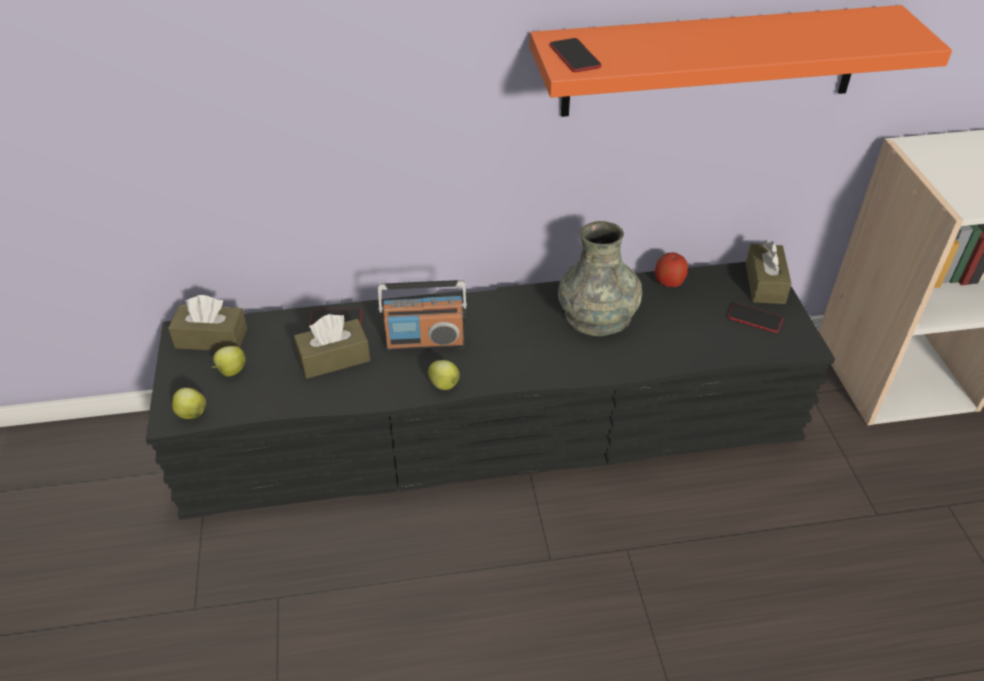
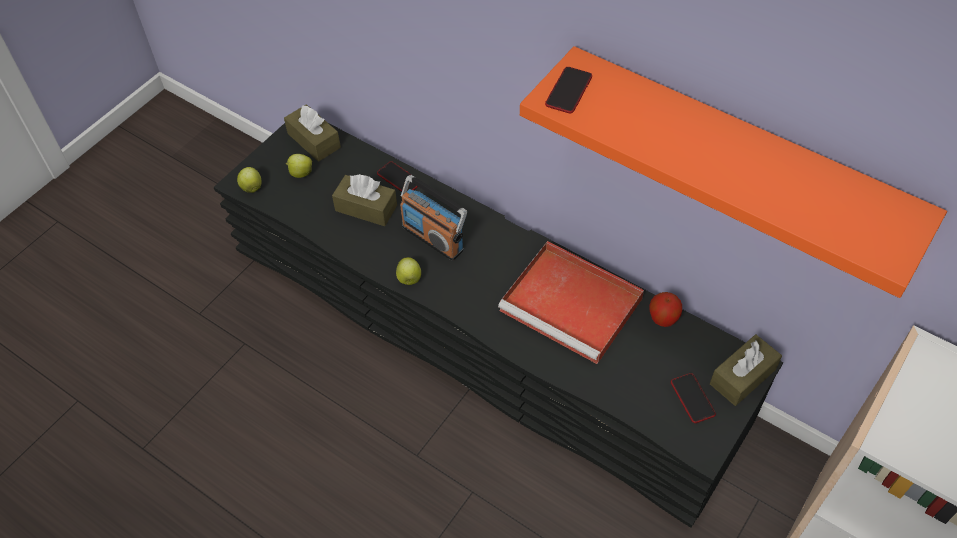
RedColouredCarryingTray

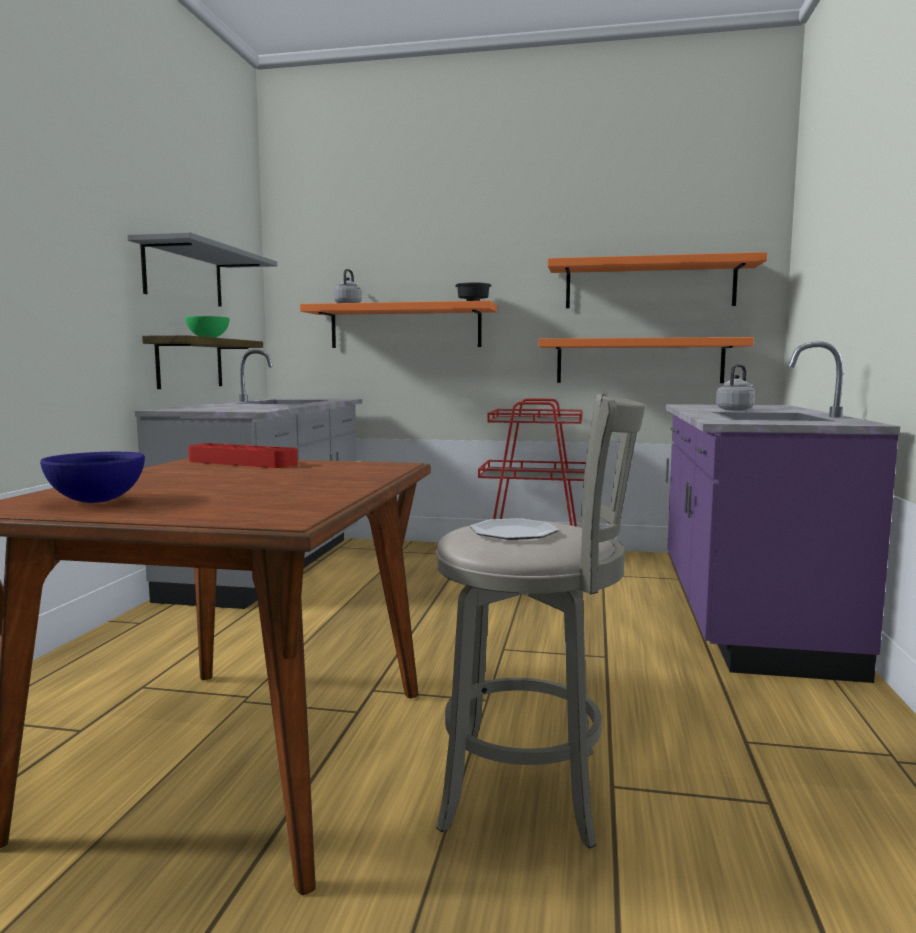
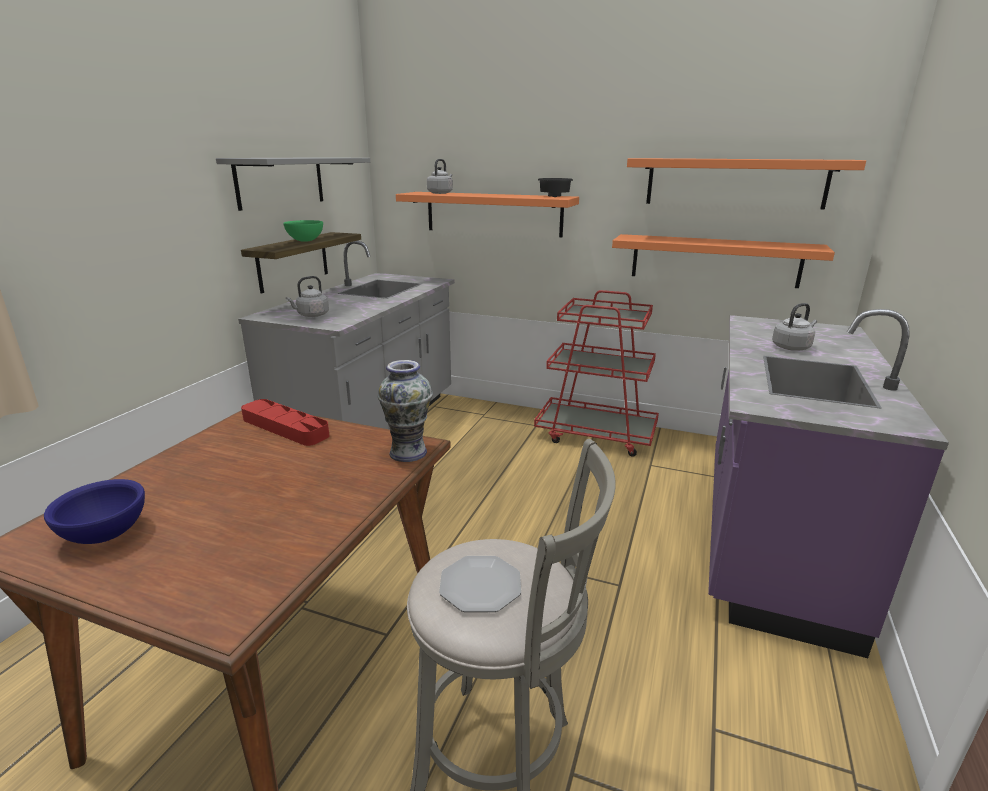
GreyishWaterKettle (1st from left); DecorativeVase

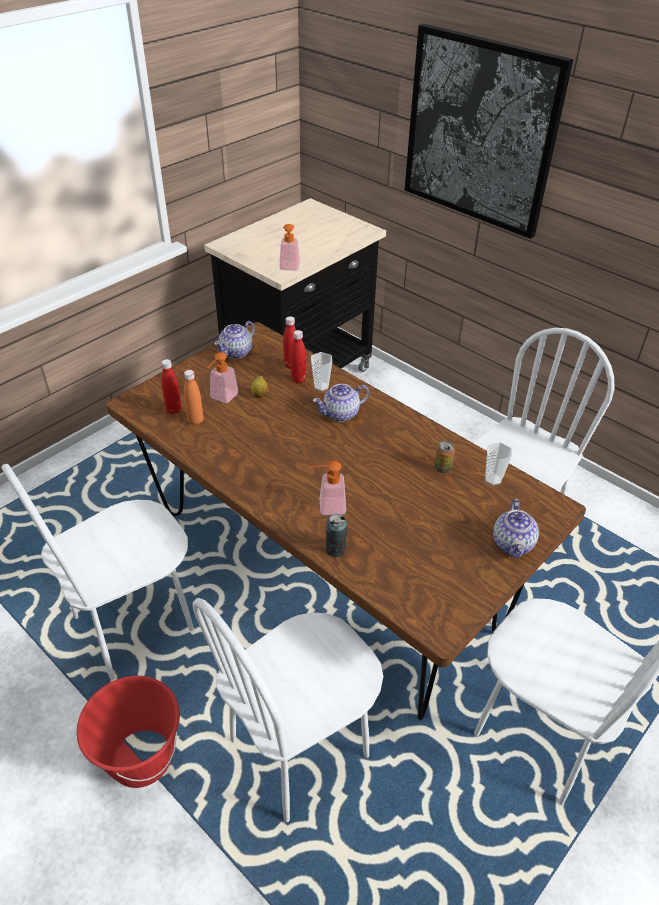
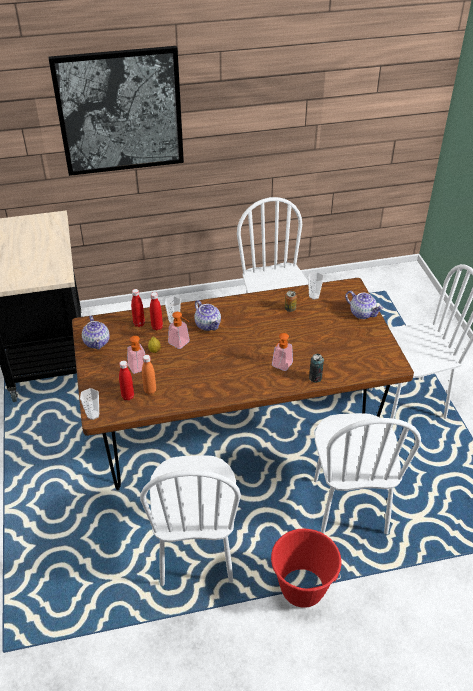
Cup (1st from left); SoapBottle (2nd from left); Teapot (2nd from left)

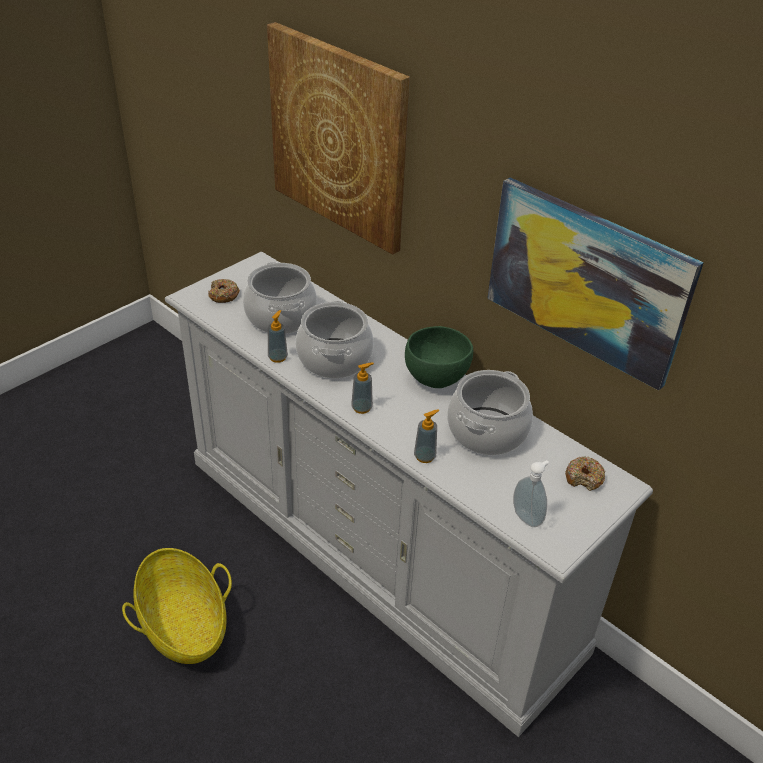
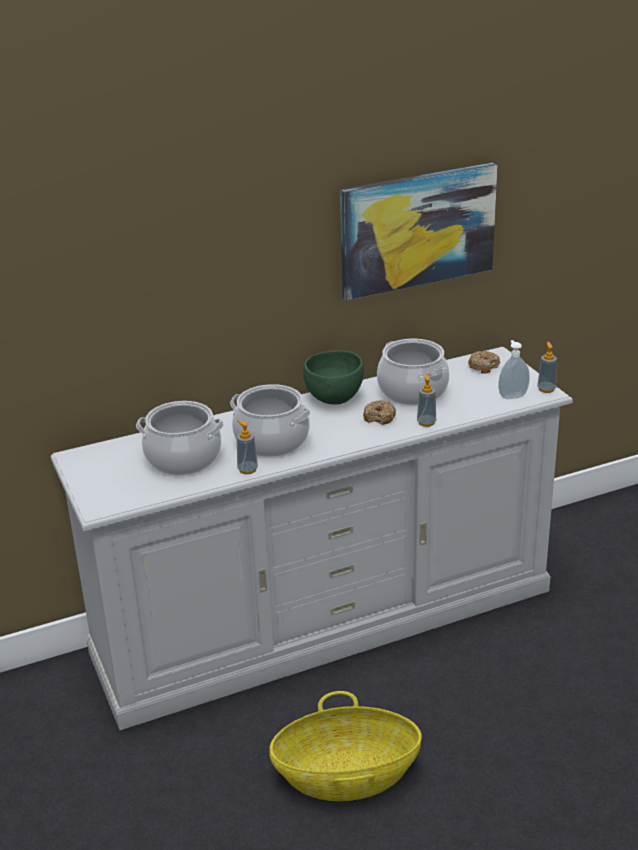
RingDoughnut (1st from left); SoapBottle (4th from left); WallArt (1st from left in the first image)

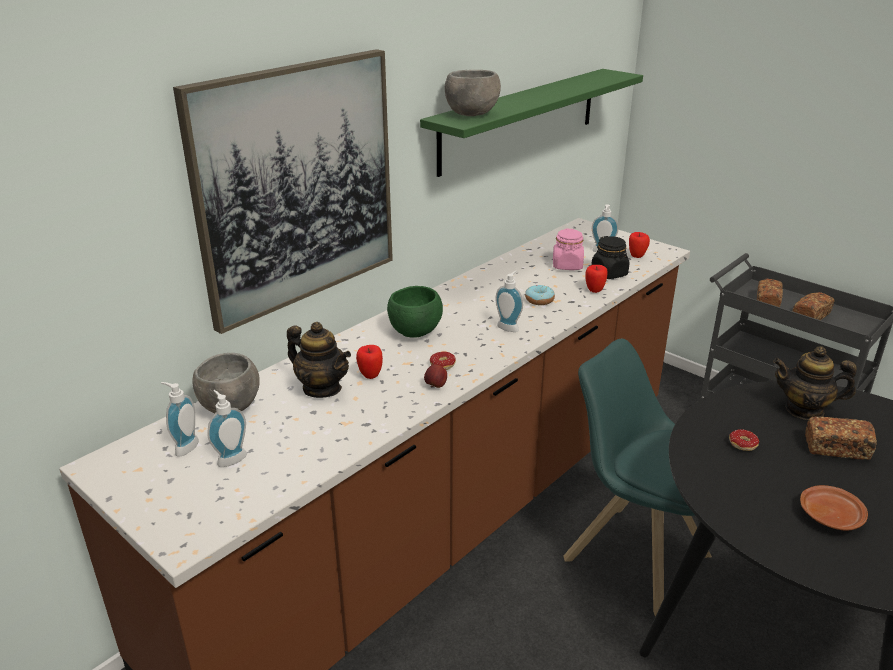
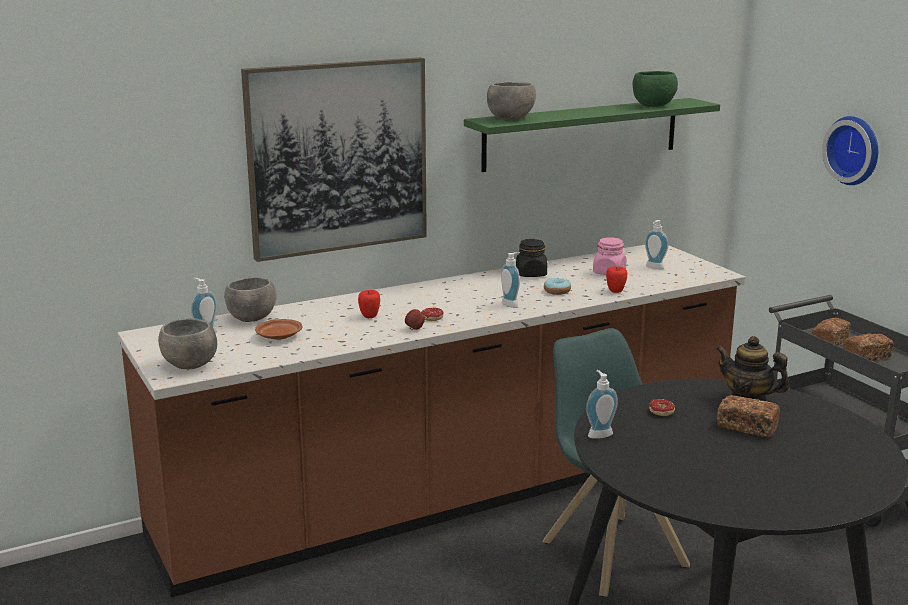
GreyishServingBowl (1st from left); BrownishDinnerPlate; BlackishStorageJar; SoapBottle (3rd from left); GreenColouredServingBowl; ClockOnTheWall; Teapot (1st from left in the first image); Apple (4th from left in the first image)

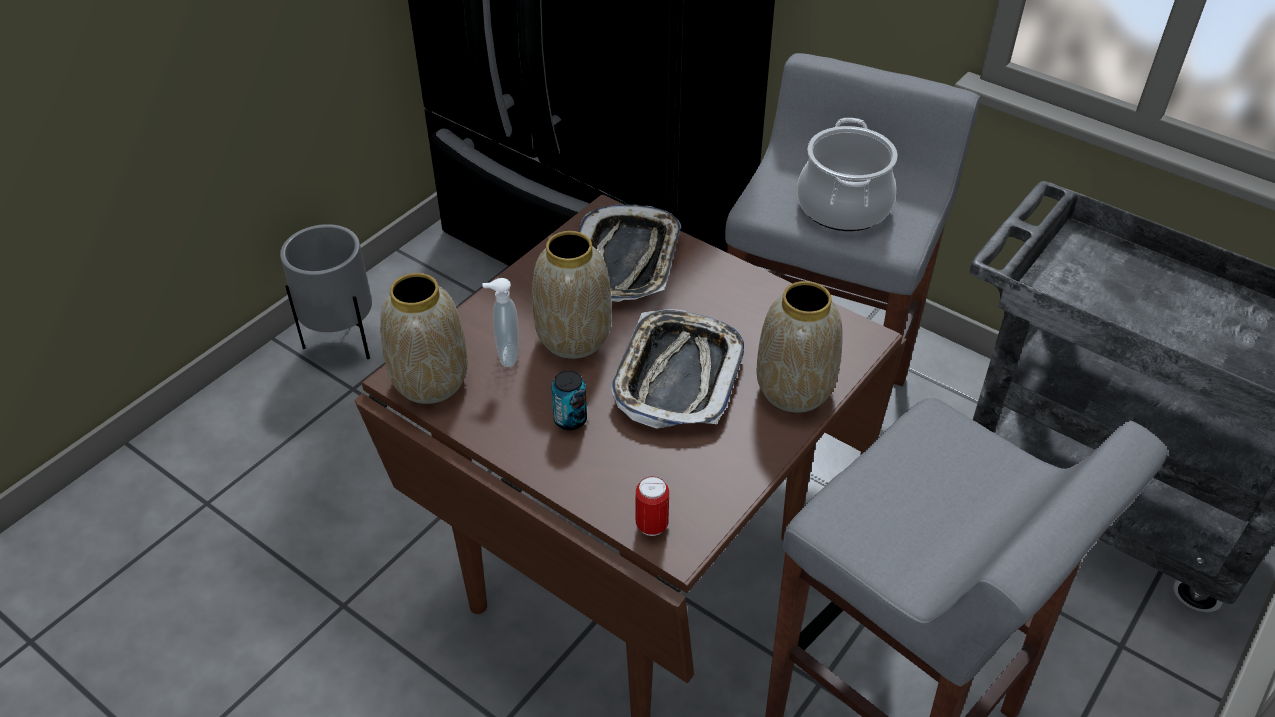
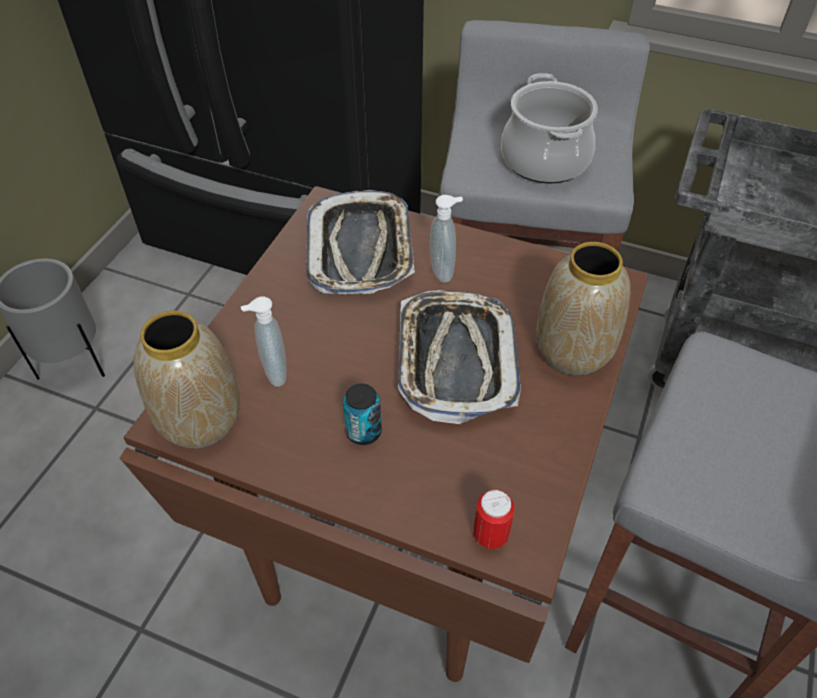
SoapBottle (2nd from left); DecorativeVase (2nd from left in the first image)

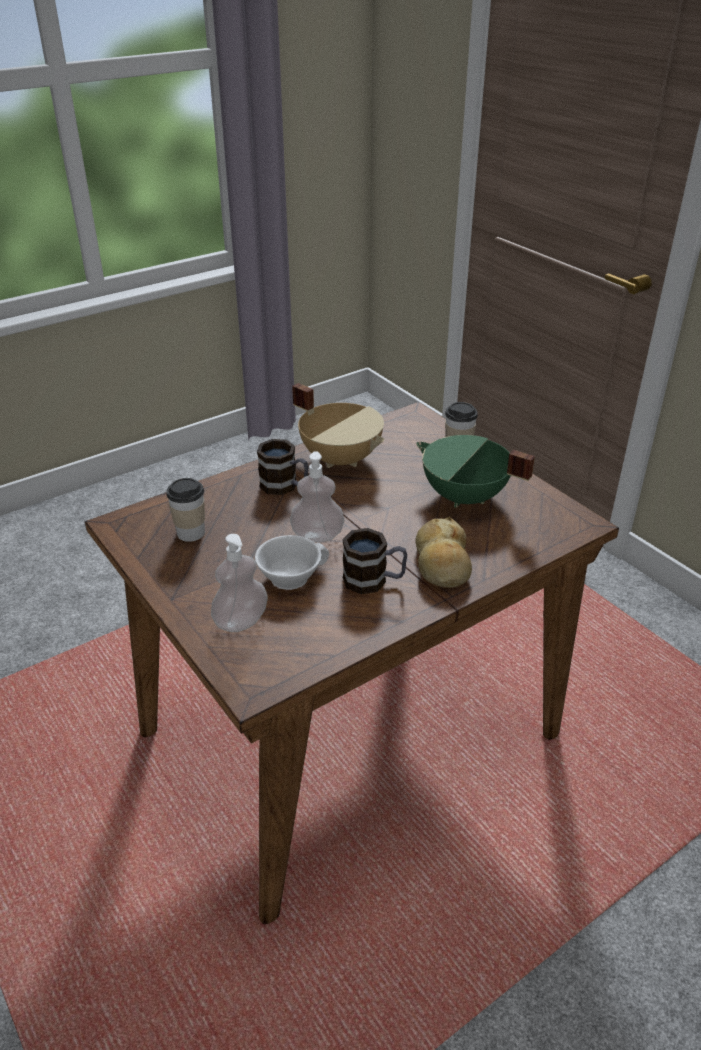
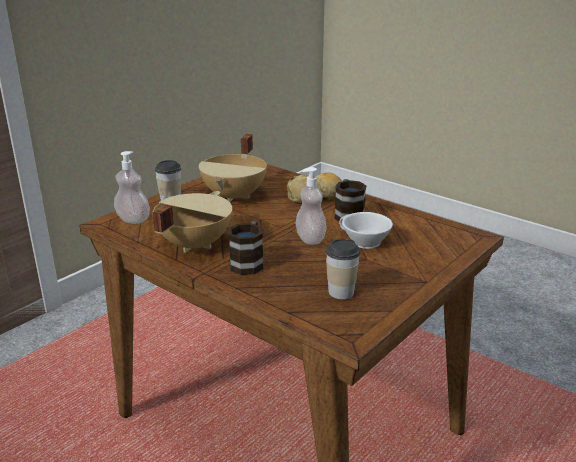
SoapBottle (1st from left); BeigeStockpot (2nd from left)

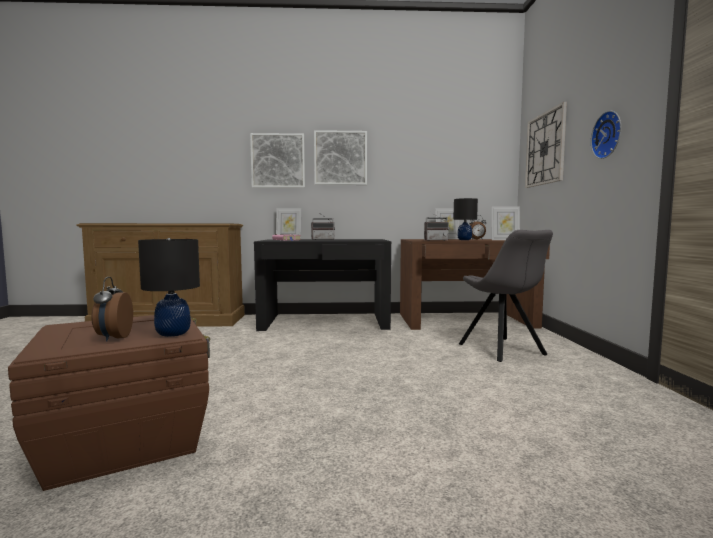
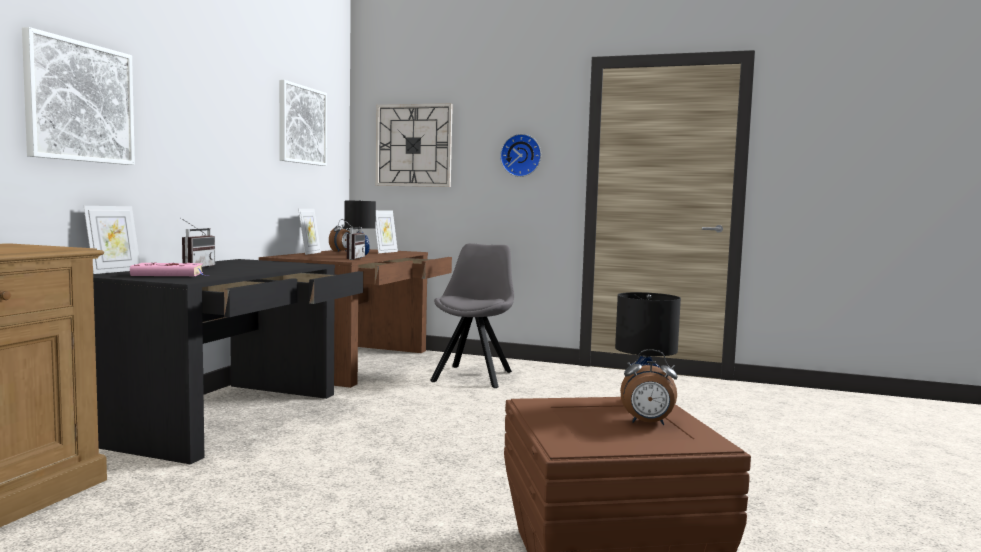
WallArt (2nd from left); GreyishUprightChair

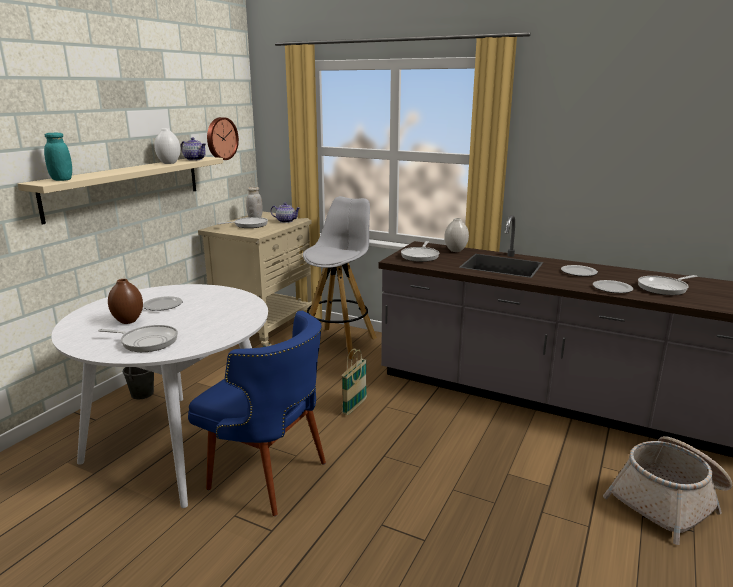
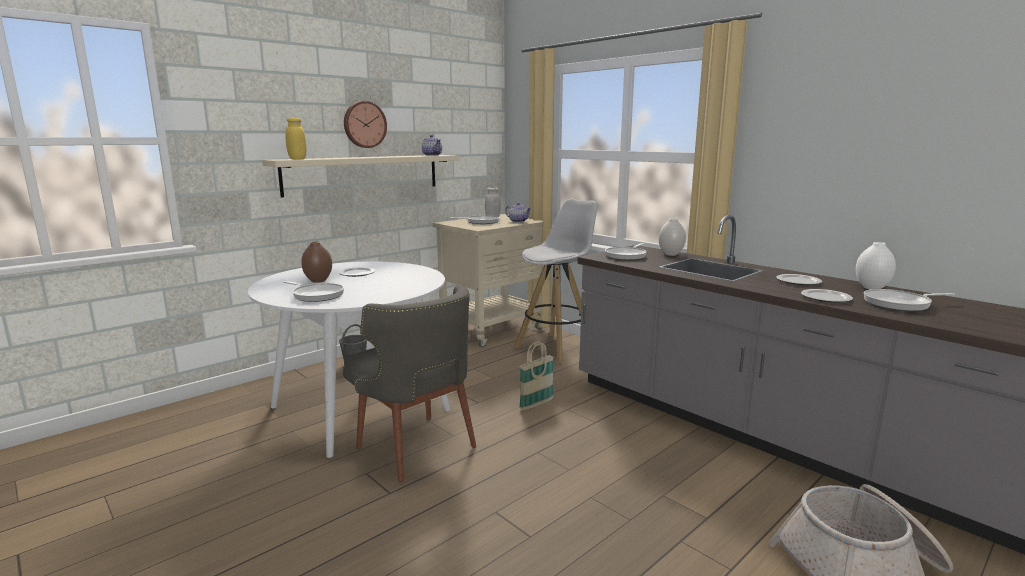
YellowColouredStorageJar; GreyishUprightChair; ClockOnTheWall; WhiteDecorativeVase (2nd from left)

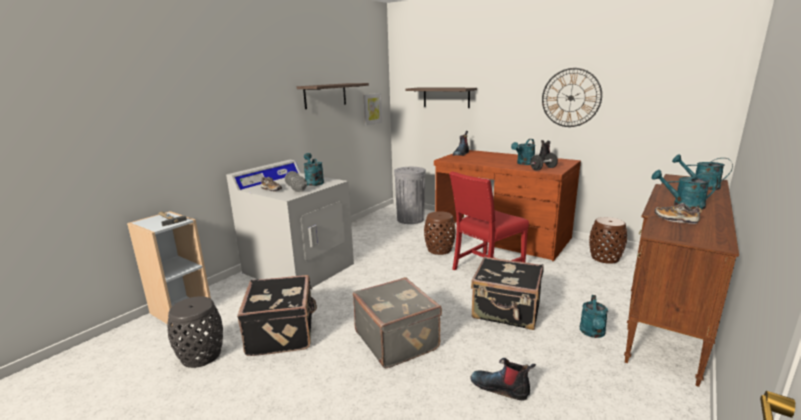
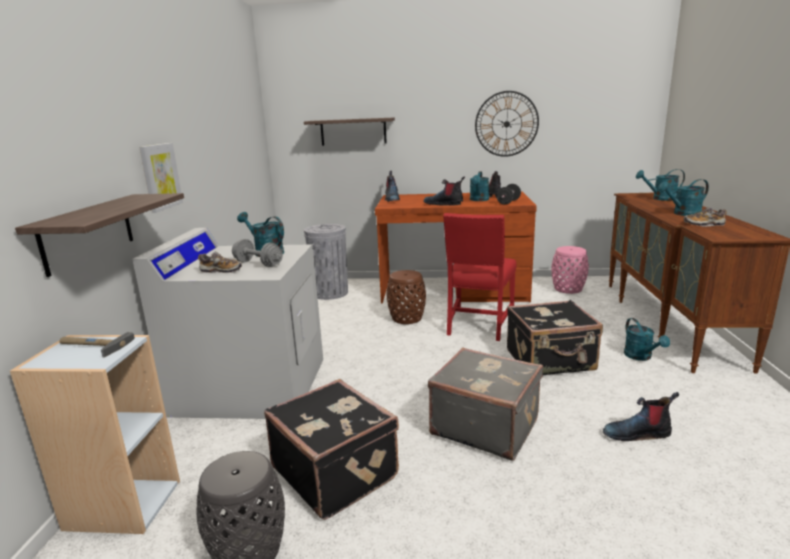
WallShelf (1st from left); WallArt; HighTopBoot (2nd from left); PinkStool

